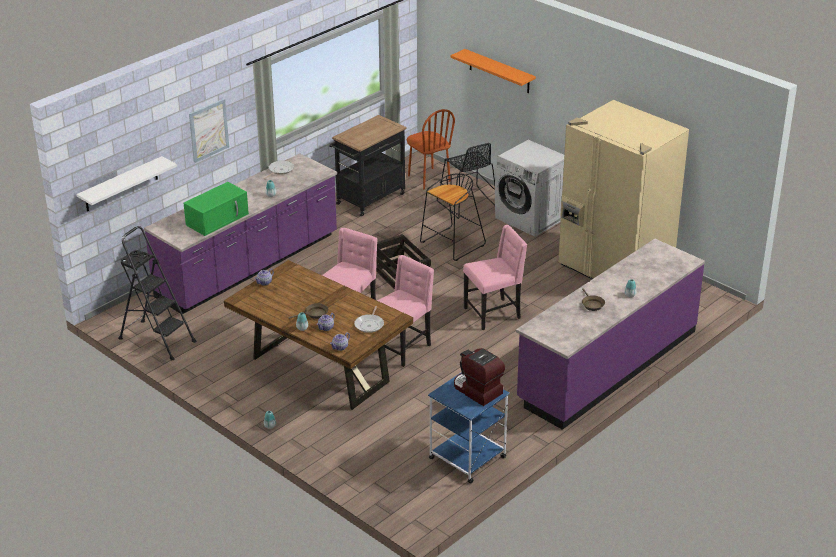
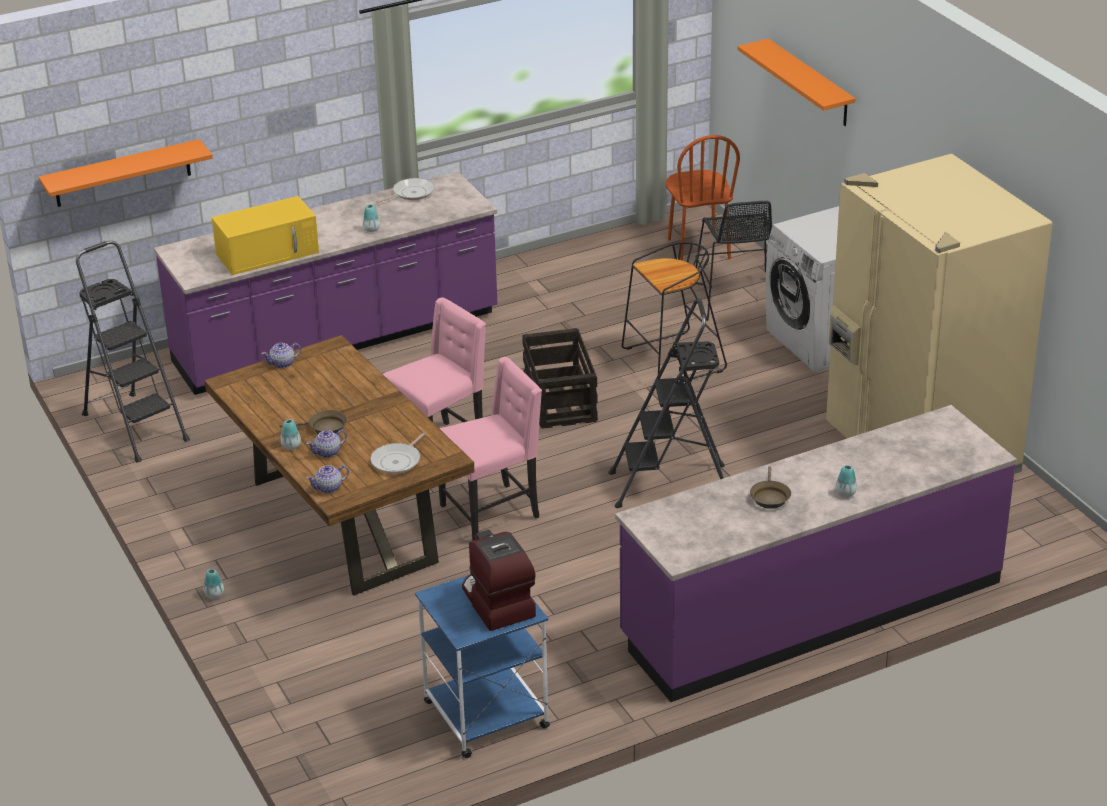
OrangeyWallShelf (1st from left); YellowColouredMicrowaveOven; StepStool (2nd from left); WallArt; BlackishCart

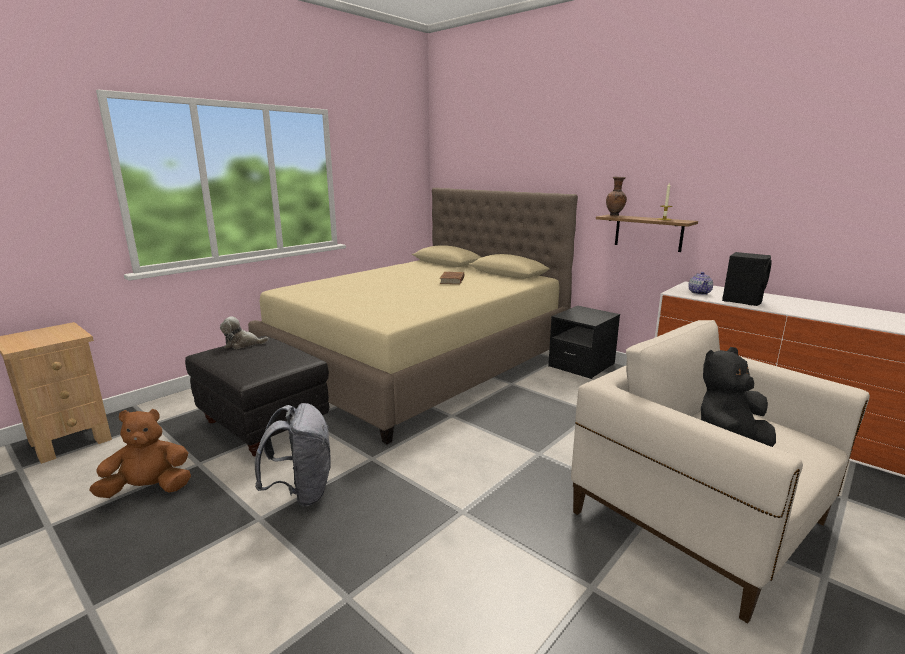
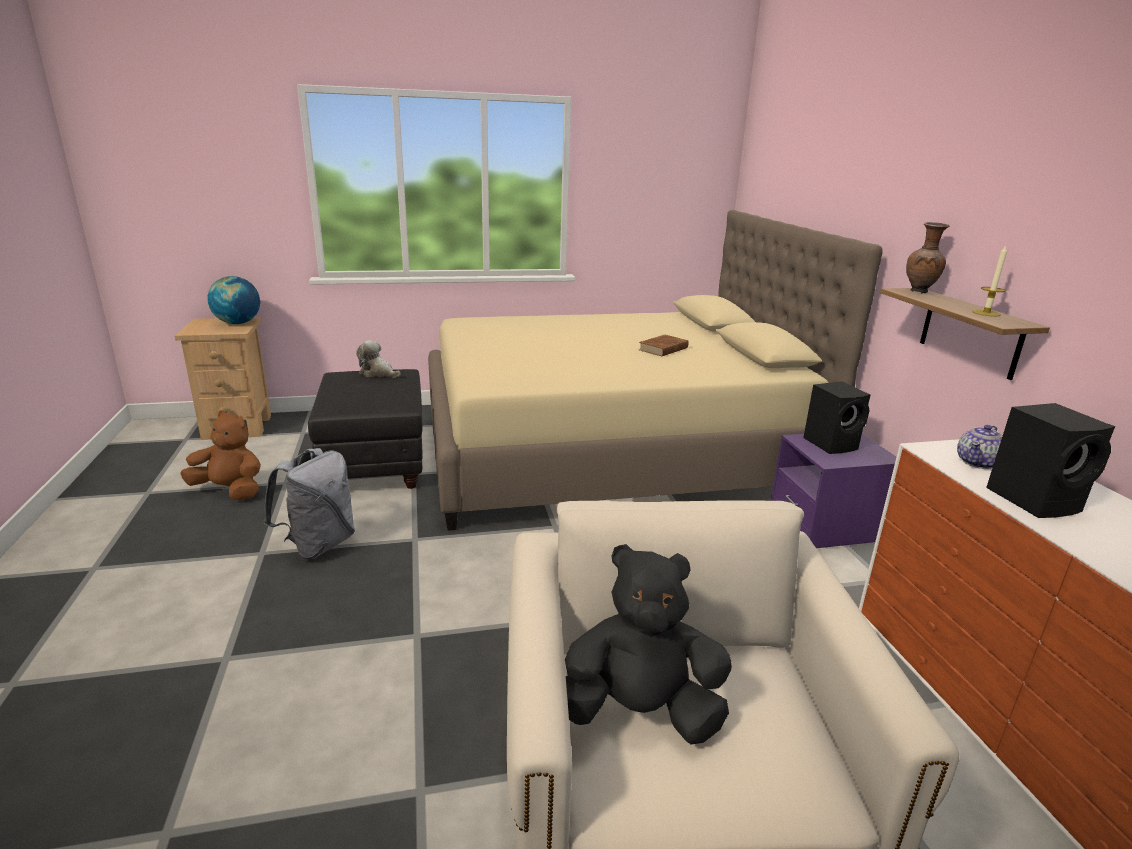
DeskGlobe; PurpleNightTable; BlackishAudioSpeaker (1st from left)

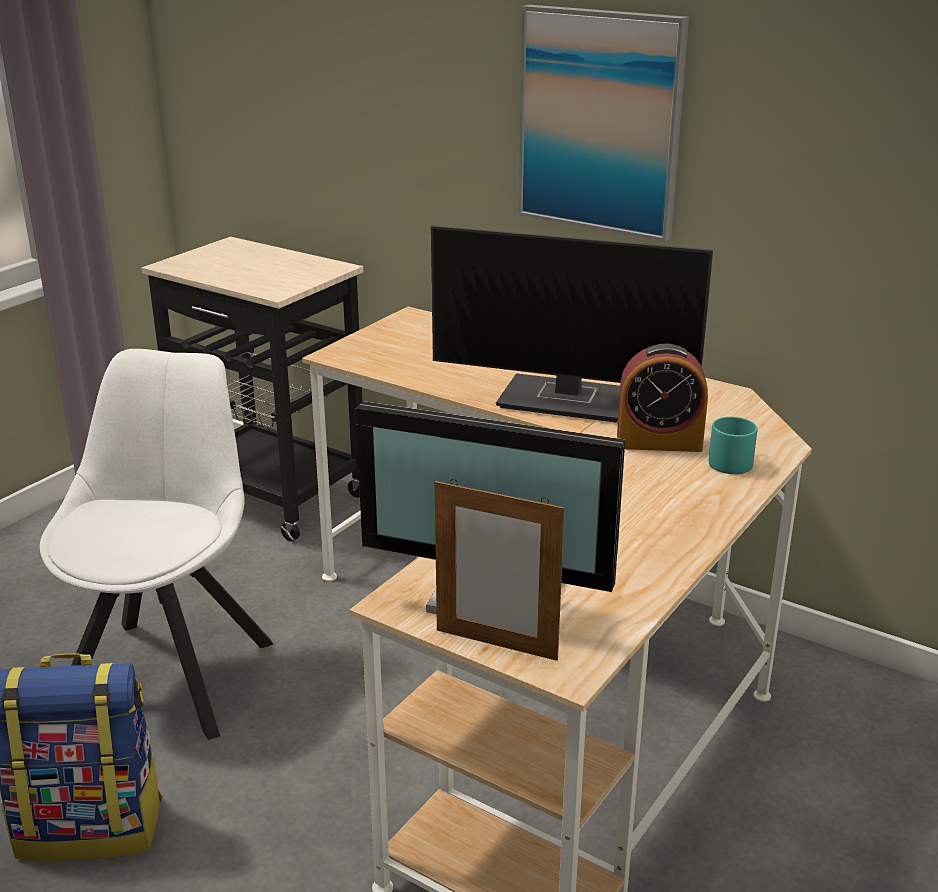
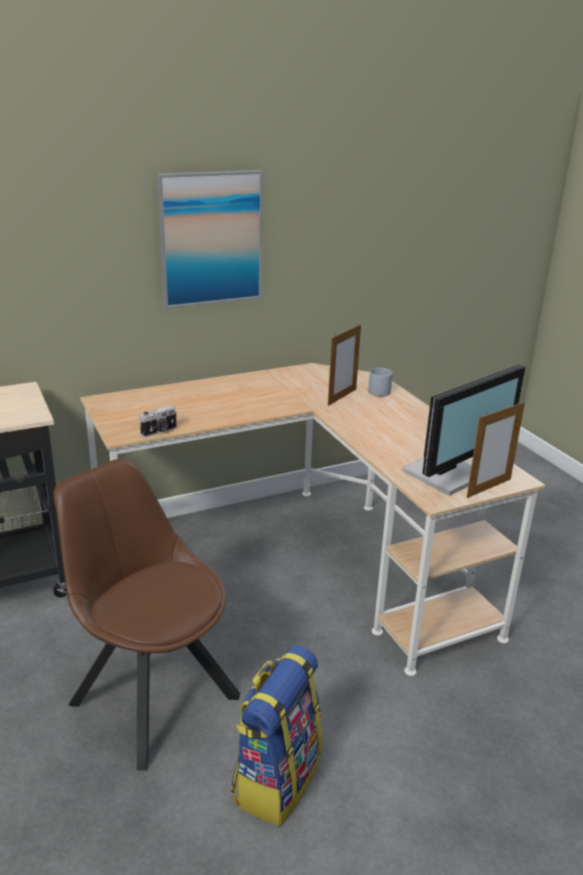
BrownishUprightChair; PhotoCamera; PictureFrame (1st from left); GreyishMug; ComputerDisplay (2nd from left in the first image)

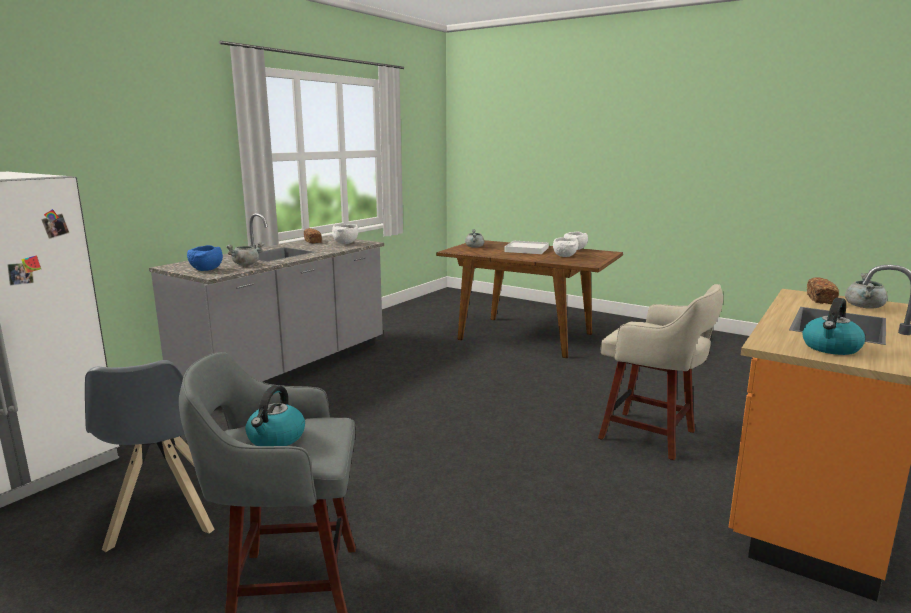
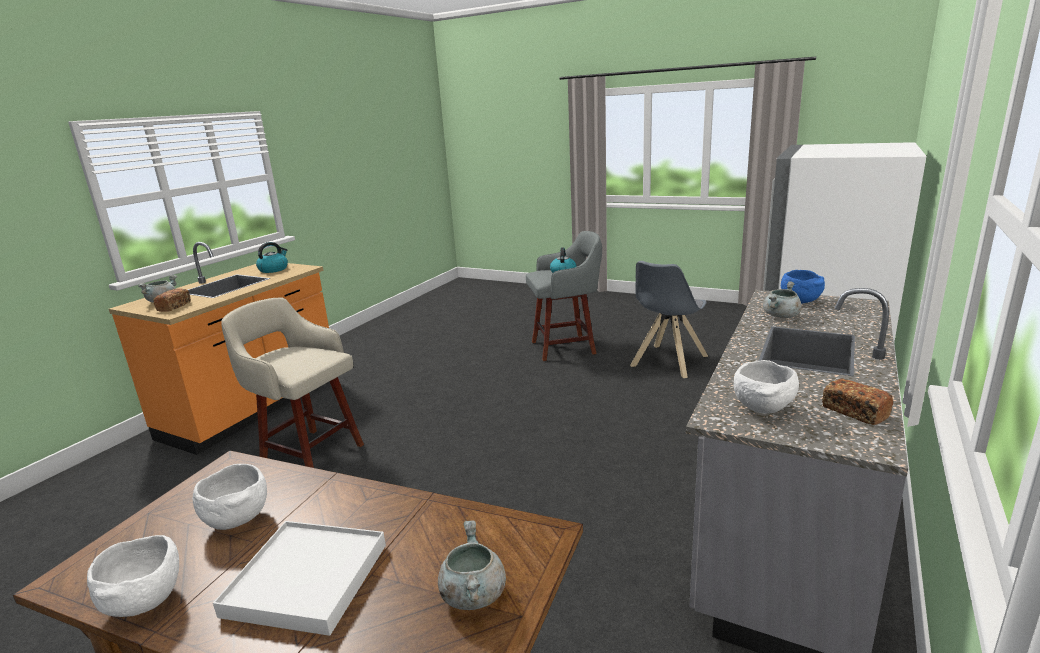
GreyishUprightChair

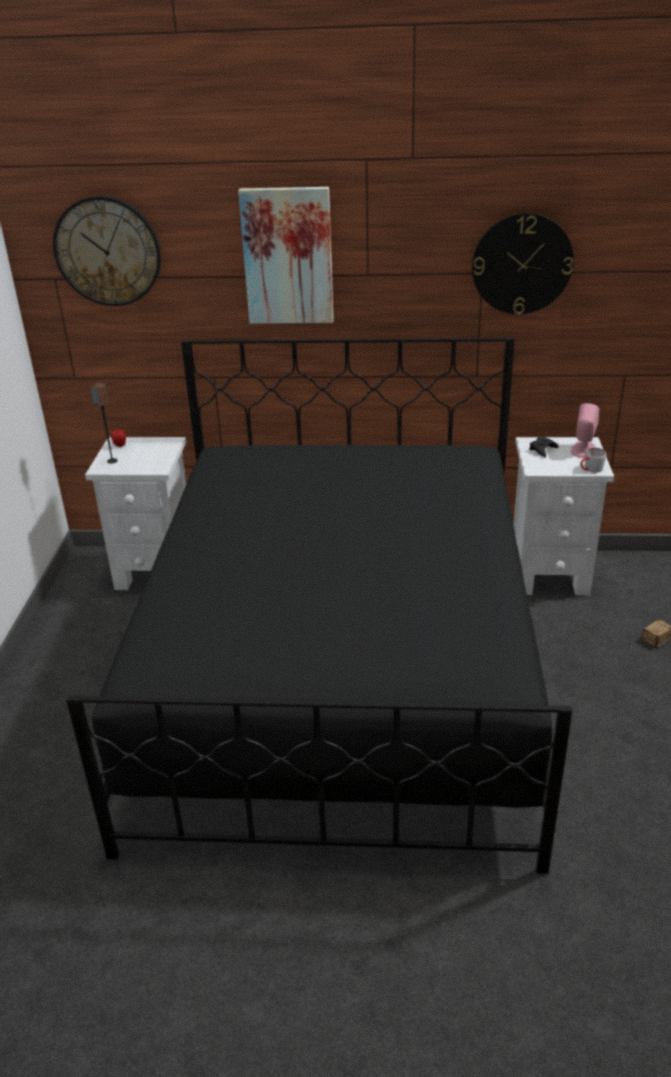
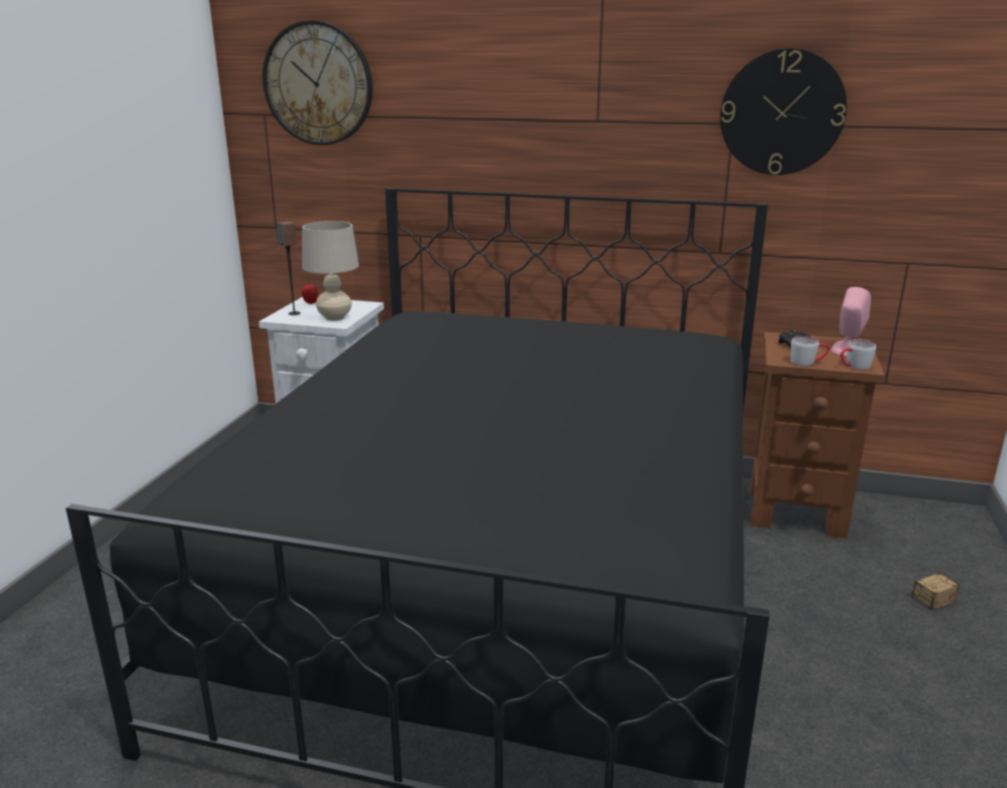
BeigeTabletopLamp; BrownishNightTable; GreyishMug (1st from left); WallArt

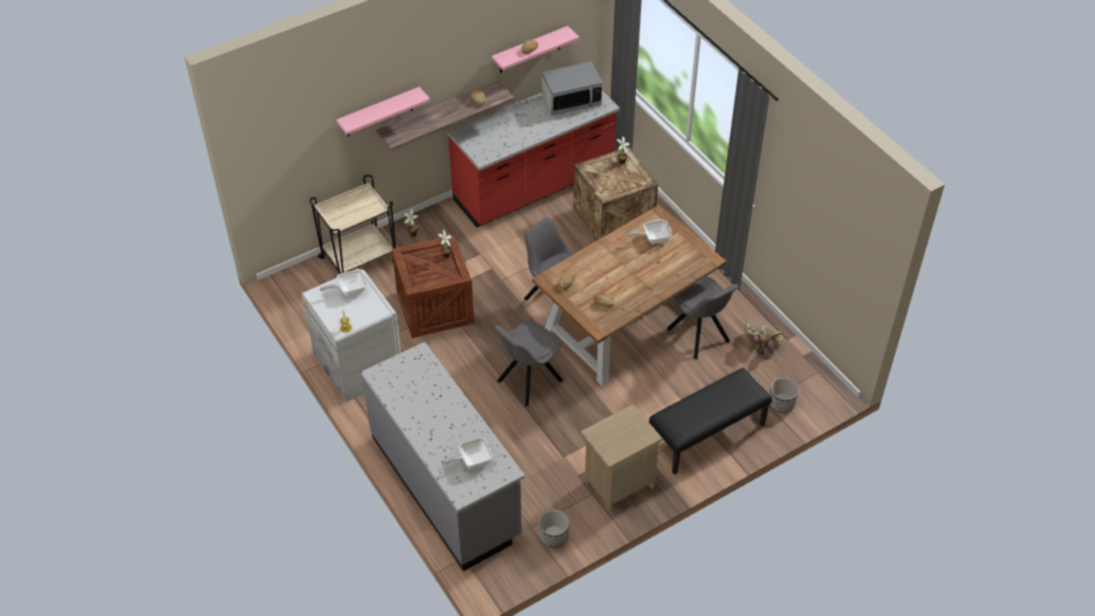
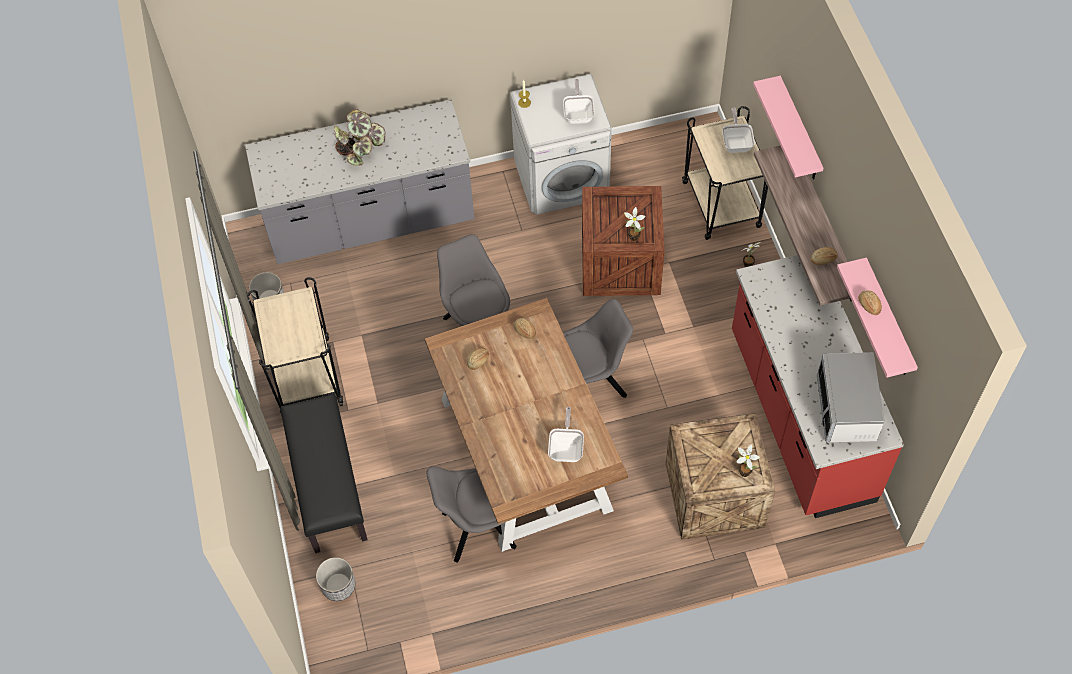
BeigeCart (1st from left); Houseplant (1st from left); Pan (3rd from left)

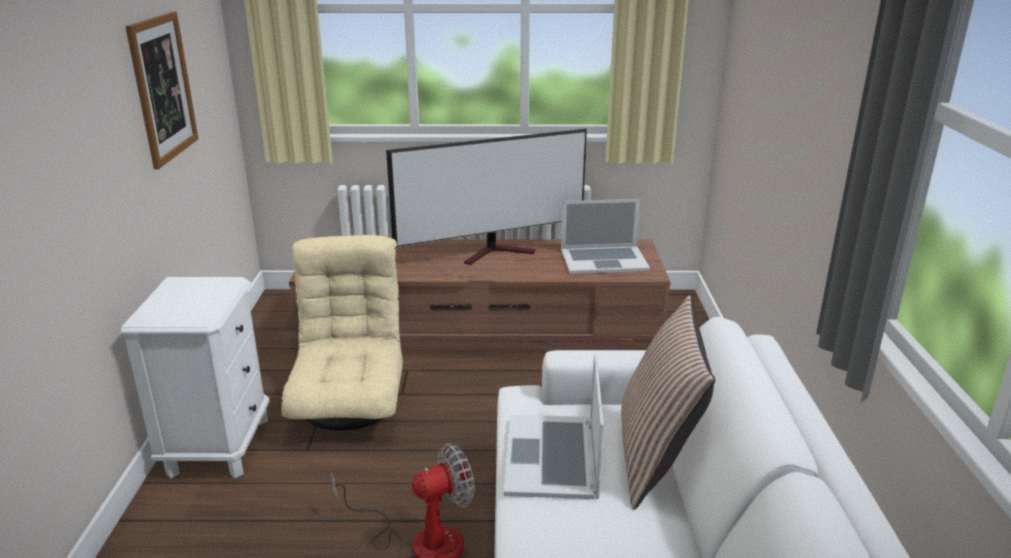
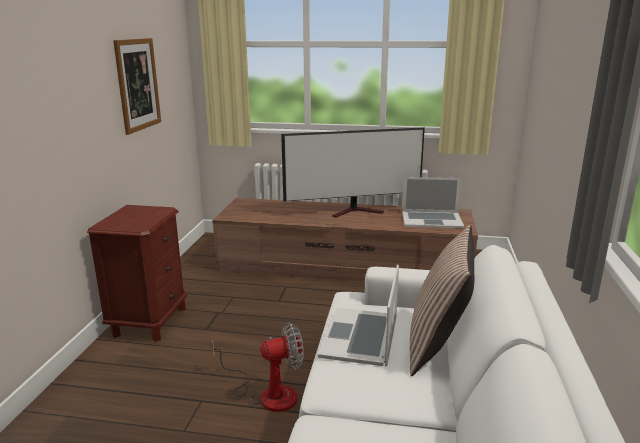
BrownishNightTable; BeigeArmchair

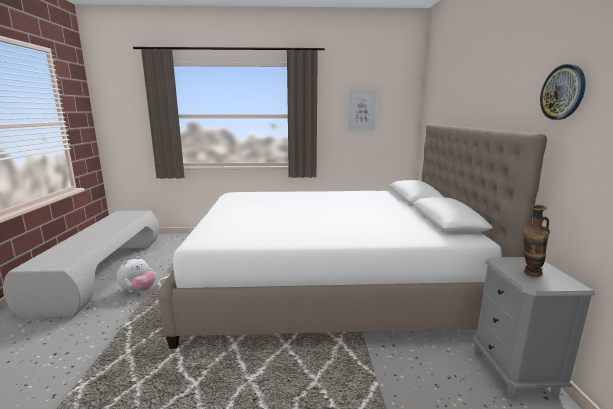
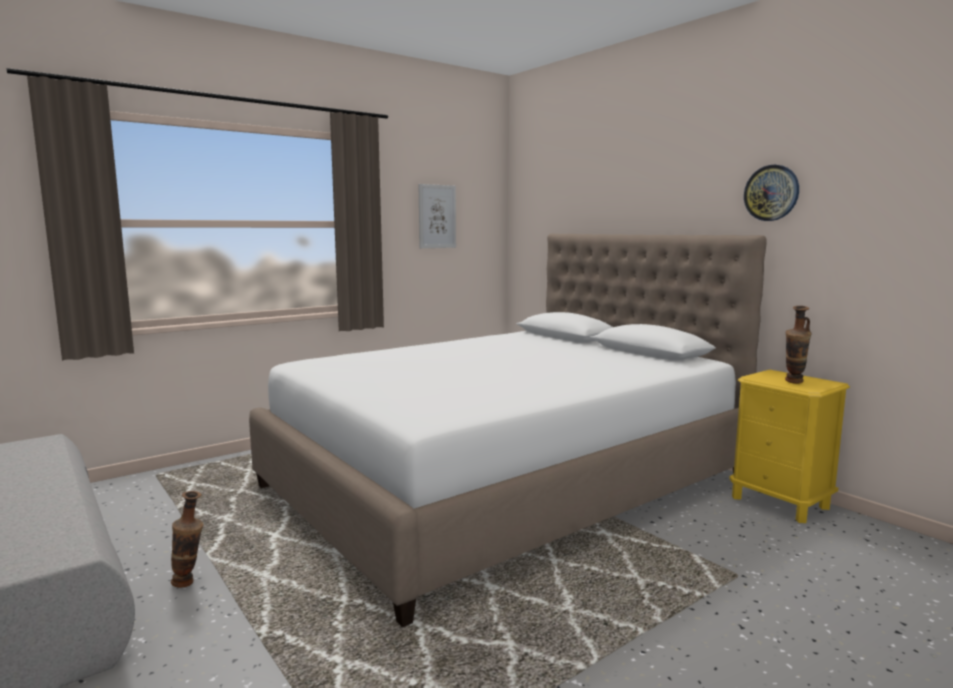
DecorativeVase (1st from left); YellowColouredNightTable

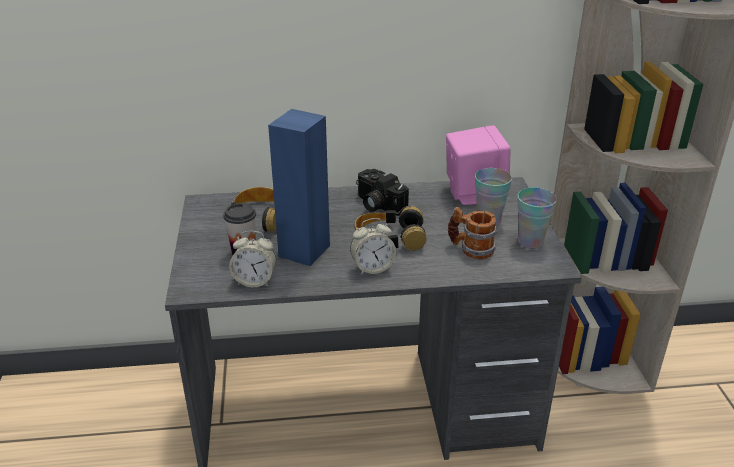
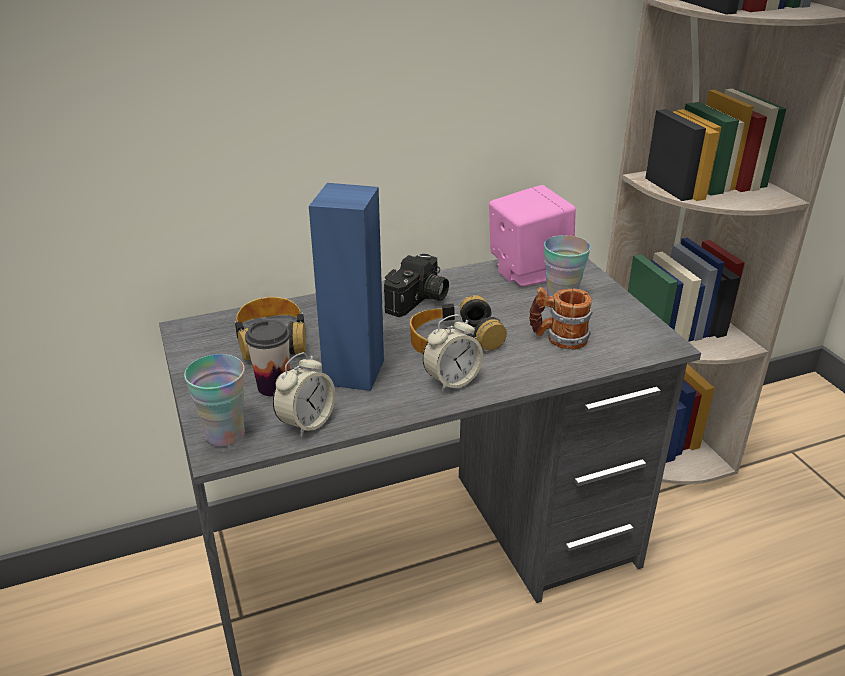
Cup (1st from left); BedsideClock (1st from left); PhotoCamera

